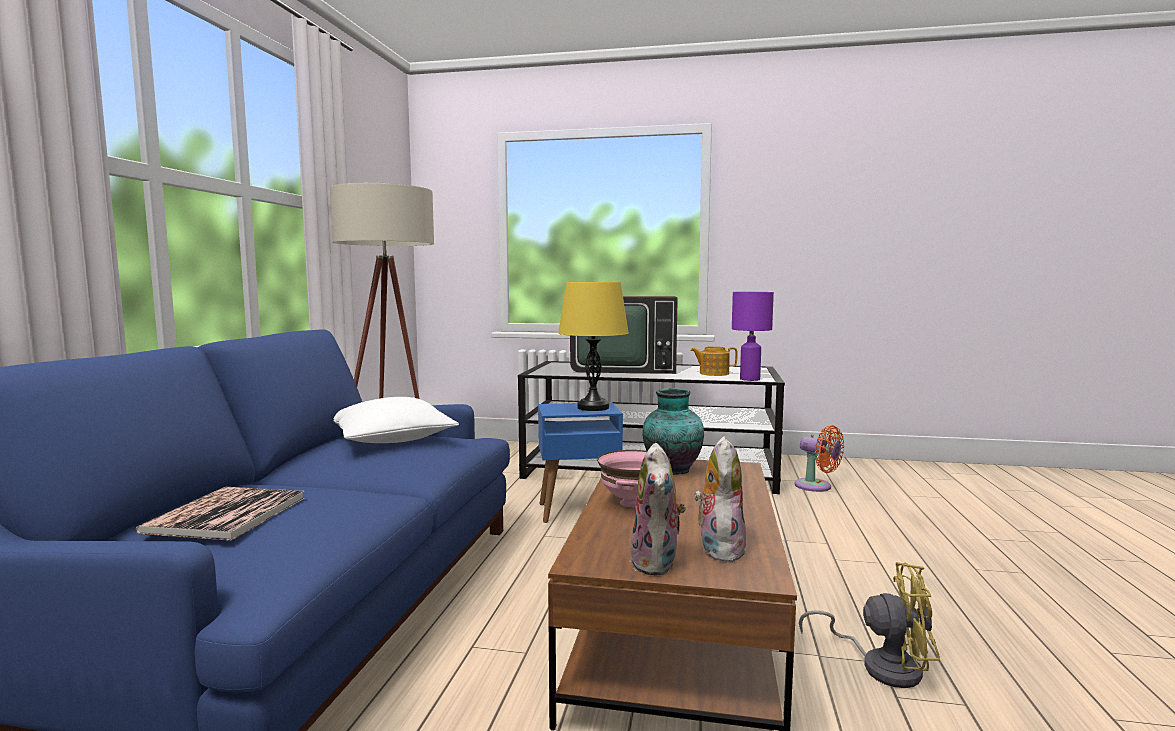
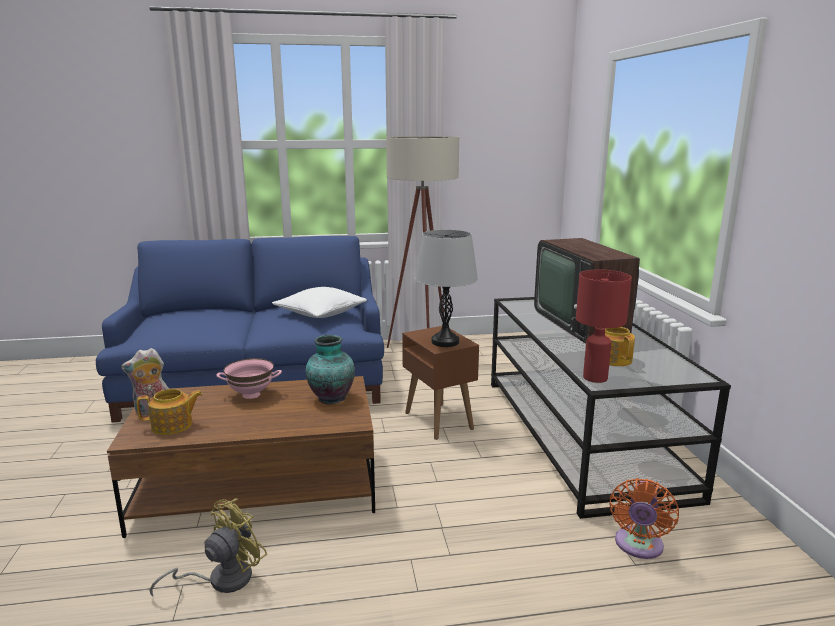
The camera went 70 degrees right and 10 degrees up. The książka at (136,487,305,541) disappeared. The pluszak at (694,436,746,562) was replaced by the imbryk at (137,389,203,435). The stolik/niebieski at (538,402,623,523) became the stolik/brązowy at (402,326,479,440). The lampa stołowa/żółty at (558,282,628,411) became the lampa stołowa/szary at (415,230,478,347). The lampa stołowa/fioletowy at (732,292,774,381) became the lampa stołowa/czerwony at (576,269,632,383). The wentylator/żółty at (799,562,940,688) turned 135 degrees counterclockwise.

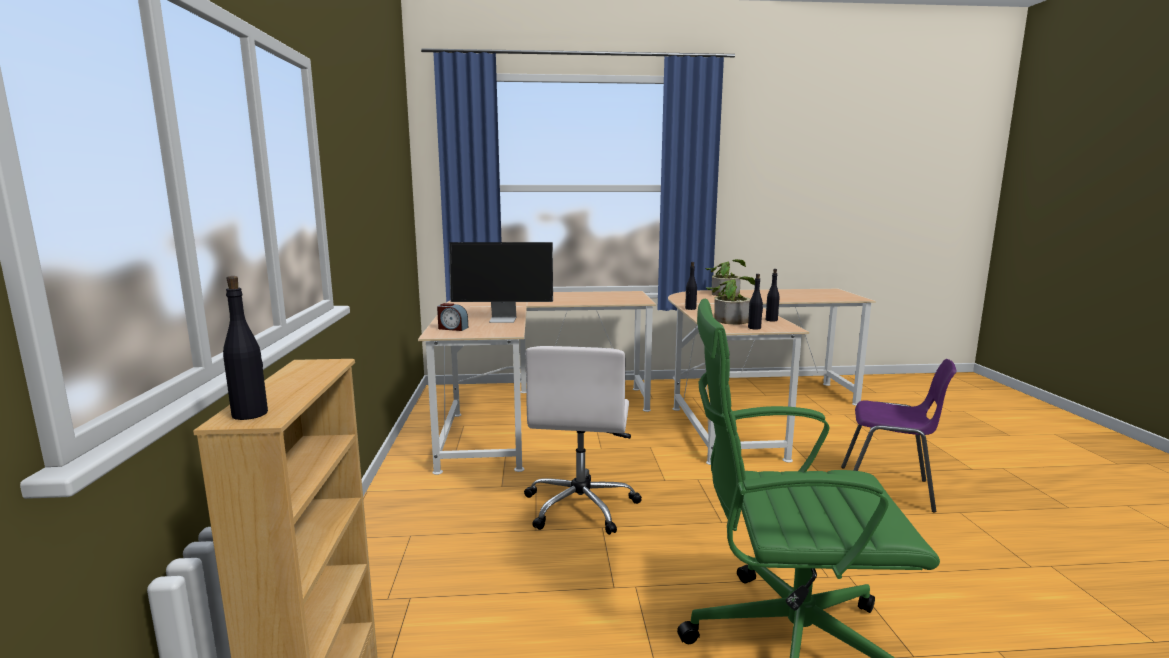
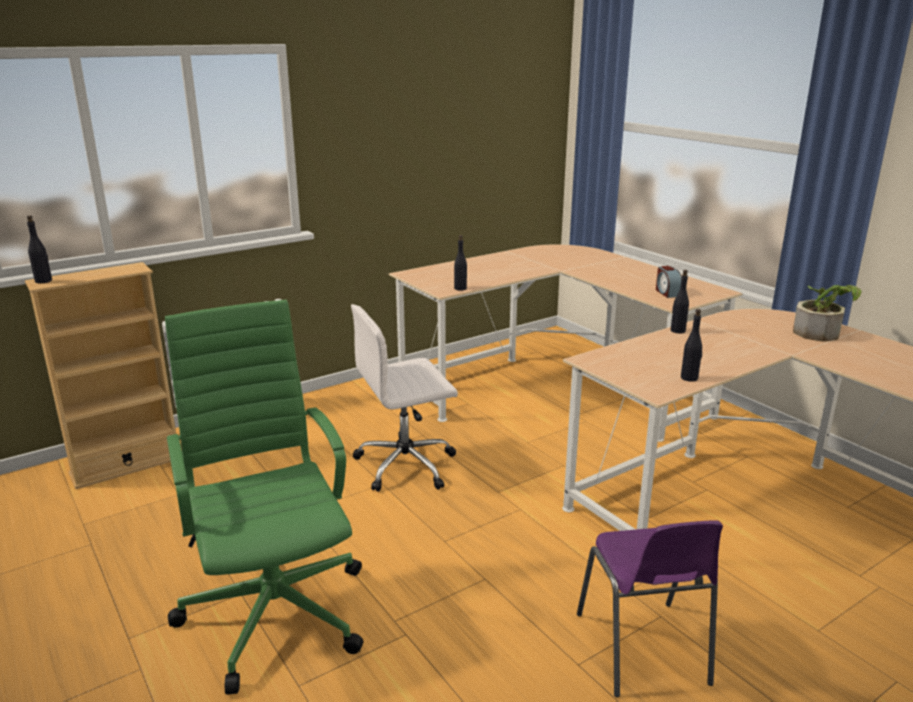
The camera went 60 degrees right and 10 degrees up. The monitor at (449,242,553,323) disappeared. The roślina doniczkowa at (706,276,755,325) disappeared. The budzik moved from (437,303,468,331) to (656,266,682,298). The butelka/czarny moved from (748,274,763,330) to (454,235,467,291).

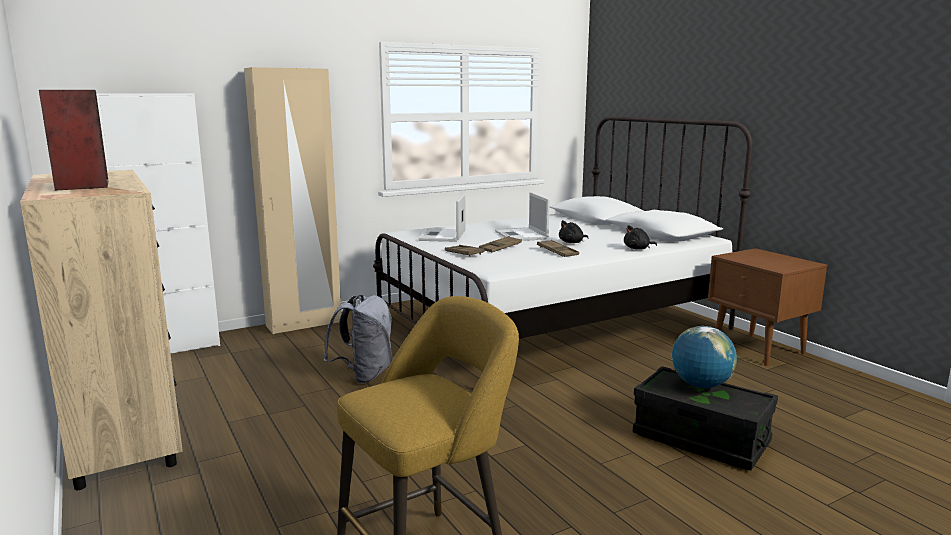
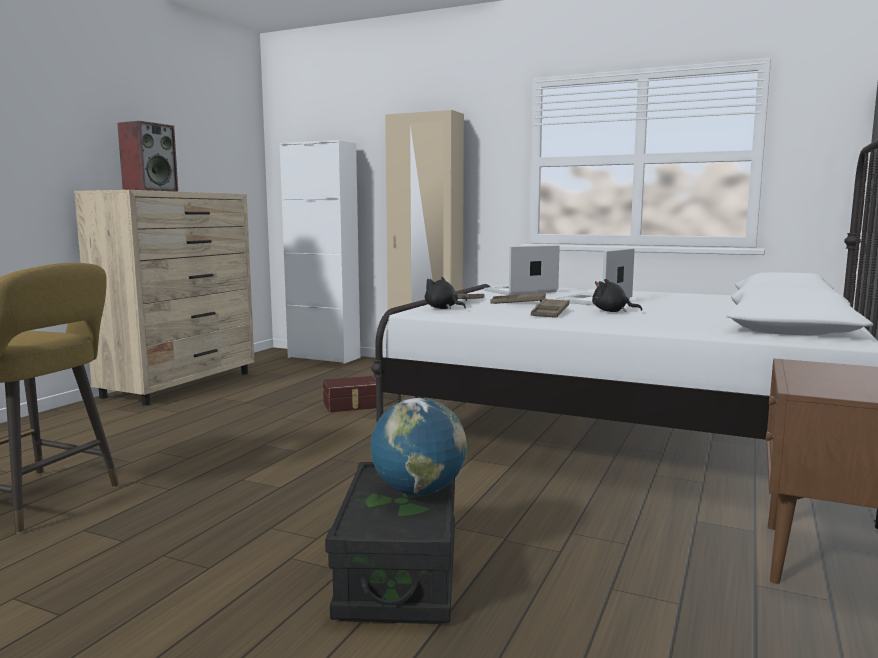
The camera went 55 degrees right and 5 degrees down. The pluszak/czarny moved from (624,225,657,250) to (425,277,466,309). The plecak/szary at (323,295,392,383) was replaced by the pojemnik do przechowywania/brązowy at (323,376,376,412).

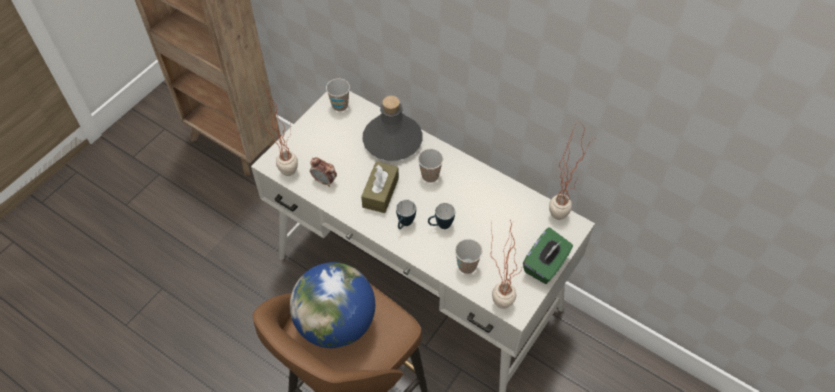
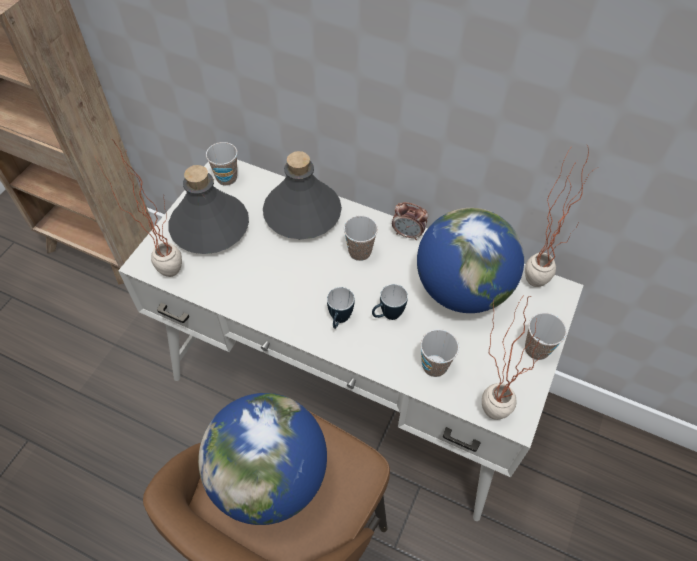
The camera went 10 degrees left and 0 degrees up. The pudełko chusteczek/brązowy at (361,162,399,213) disappeared. The butelka/szary at (169,165,249,254) appeared. The globus at (417,208,524,313) appeared. The budzik moved from (310,157,337,187) to (392,202,428,240). The pudełko chusteczek/zielony at (523,227,573,284) was replaced by the filiżanka at (525,313,567,360).

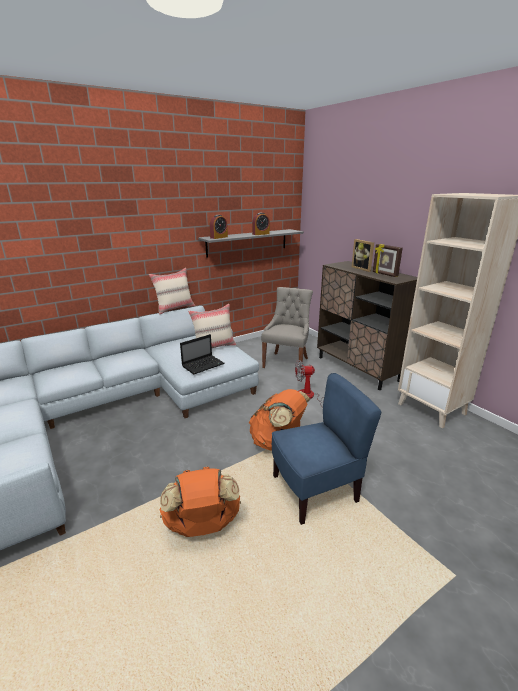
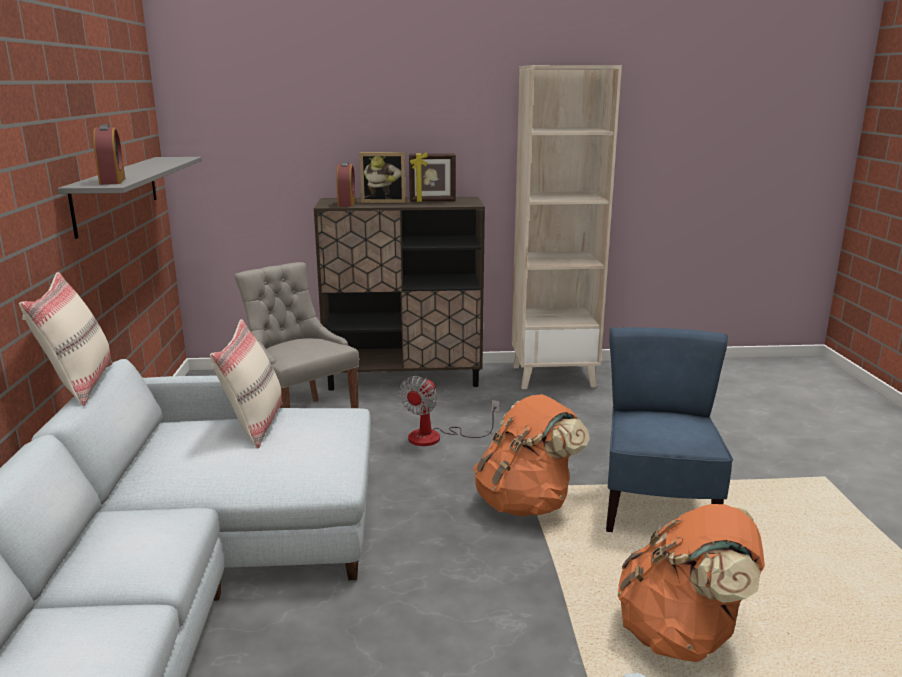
The camera went 60 degrees left and 5 degrees down. The laptop at (180,334,224,375) disappeared. The budzik moved from (252,212,270,235) to (336,162,356,207).

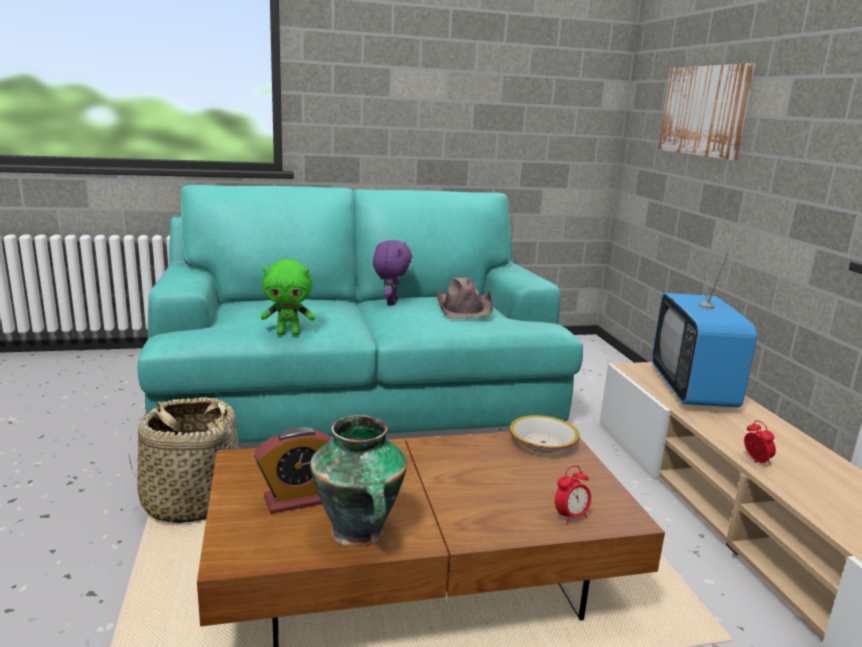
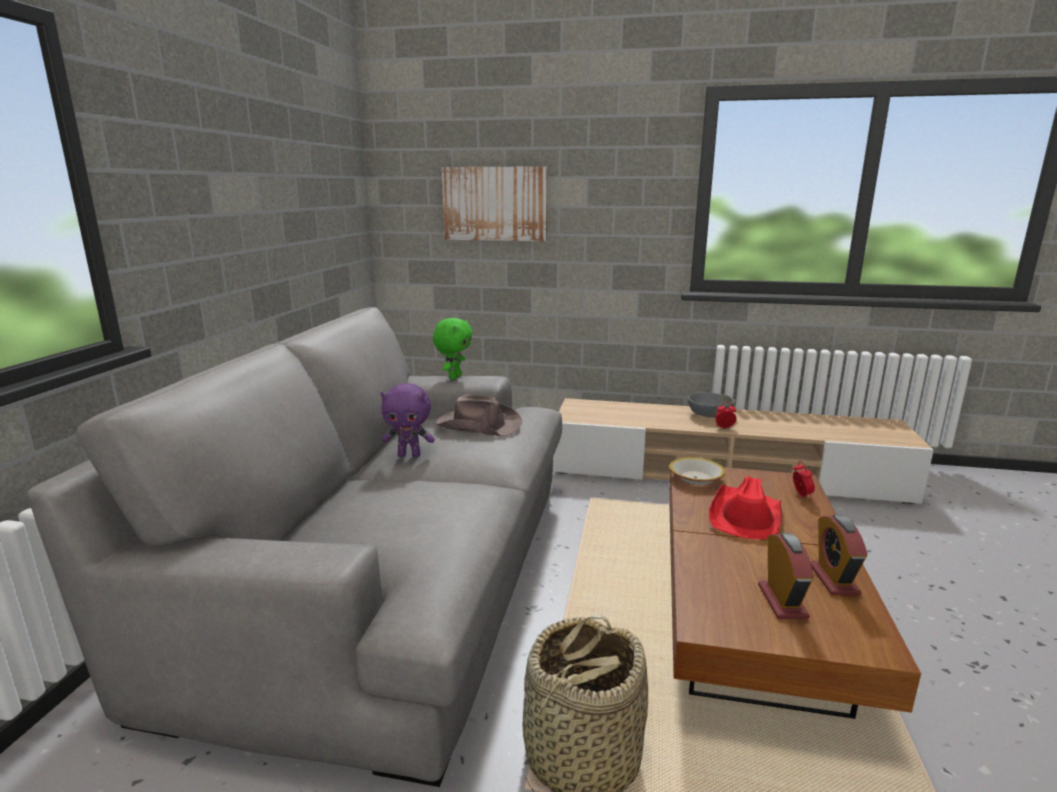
The camera went 65 degrees left and 0 degrees up. The telewizor at (652,243,757,407) disappeared. The miska/szary at (688,392,735,418) appeared. The kapelusz/czerwony at (709,476,782,539) appeared. The pluszak/zielony moved from (261,259,315,336) to (433,318,473,380). The wazon at (310,415,407,547) was replaced by the budzik at (810,514,867,595). The kanapa/turkusowy at (138,185,583,443) became the kanapa/szary at (27,307,562,787). The pluszak/fioletowy at (373,240,412,305) turned 150 degrees clockwise.

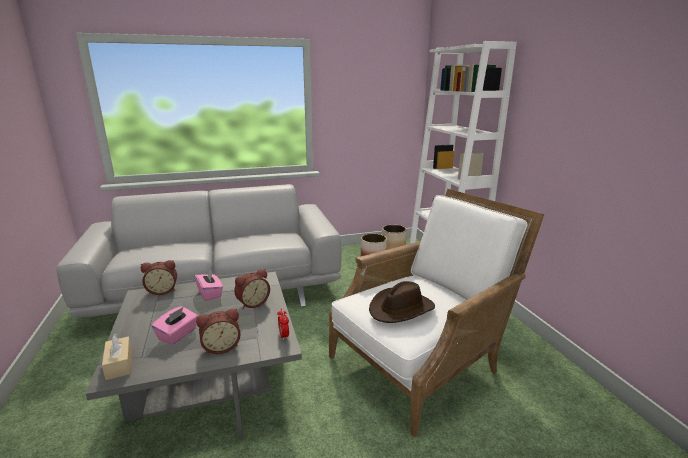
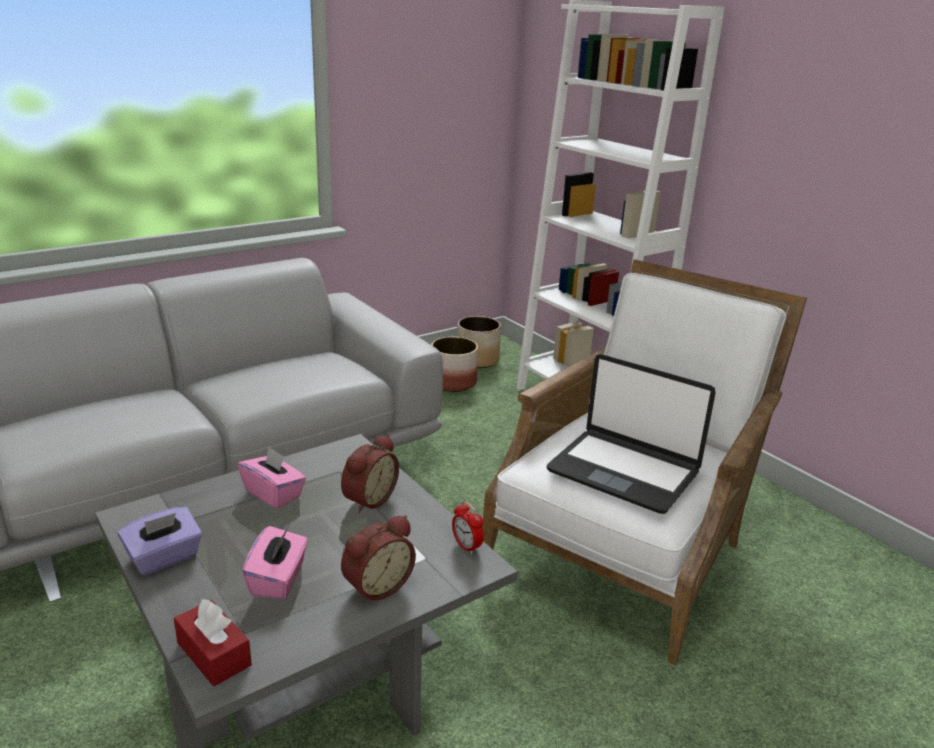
The camera went 20 degrees left and 5 degrees up. The budzik at (141,260,177,295) disappeared. The pudełko chusteczek/fioletowy at (118,507,202,575) appeared. The kapelusz/brązowy at (369,281,435,323) was replaced by the laptop at (547,354,715,514). The pudełko chusteczek/beżowy at (102,334,132,380) became the pudełko chusteczek/czerwony at (174,599,252,686).

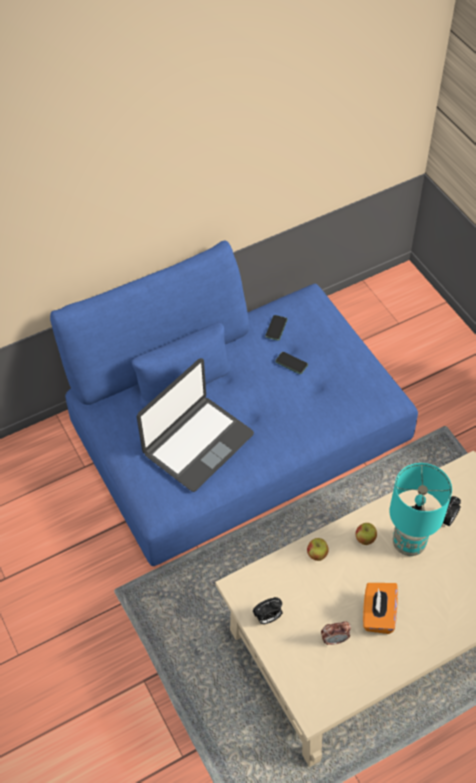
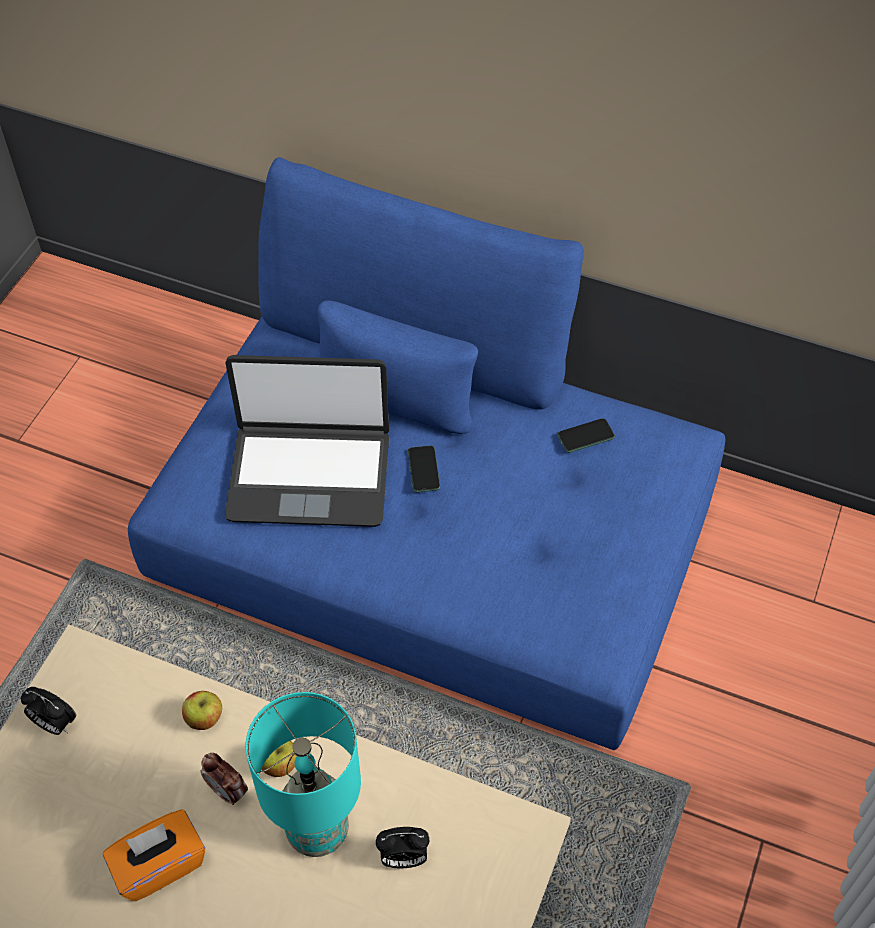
The camera went 50 degrees right and 0 degrees up. The telefon moved from (275,352,308,374) to (408,445,440,492). The budzik moved from (321,621,351,645) to (201,753,248,805).

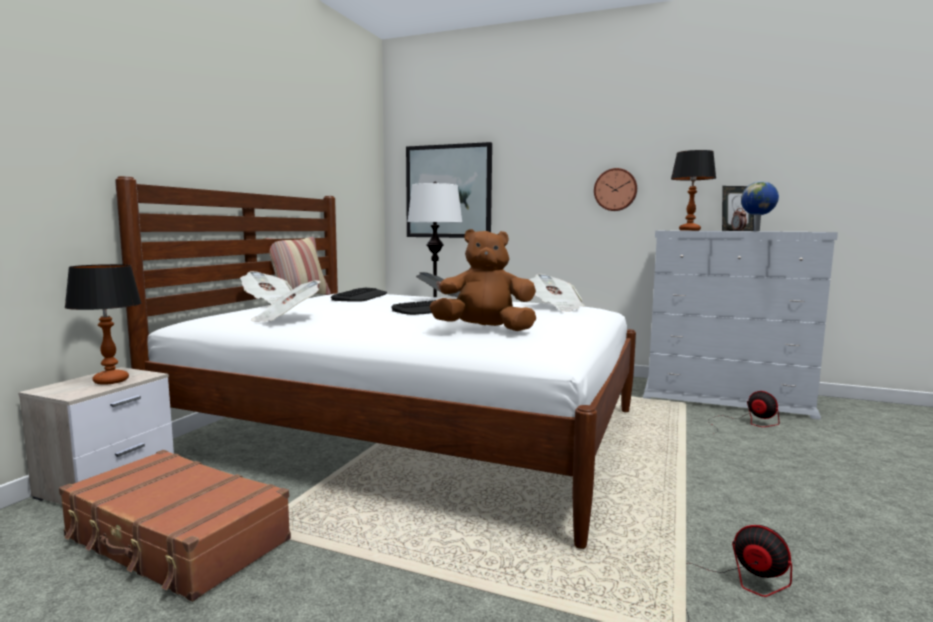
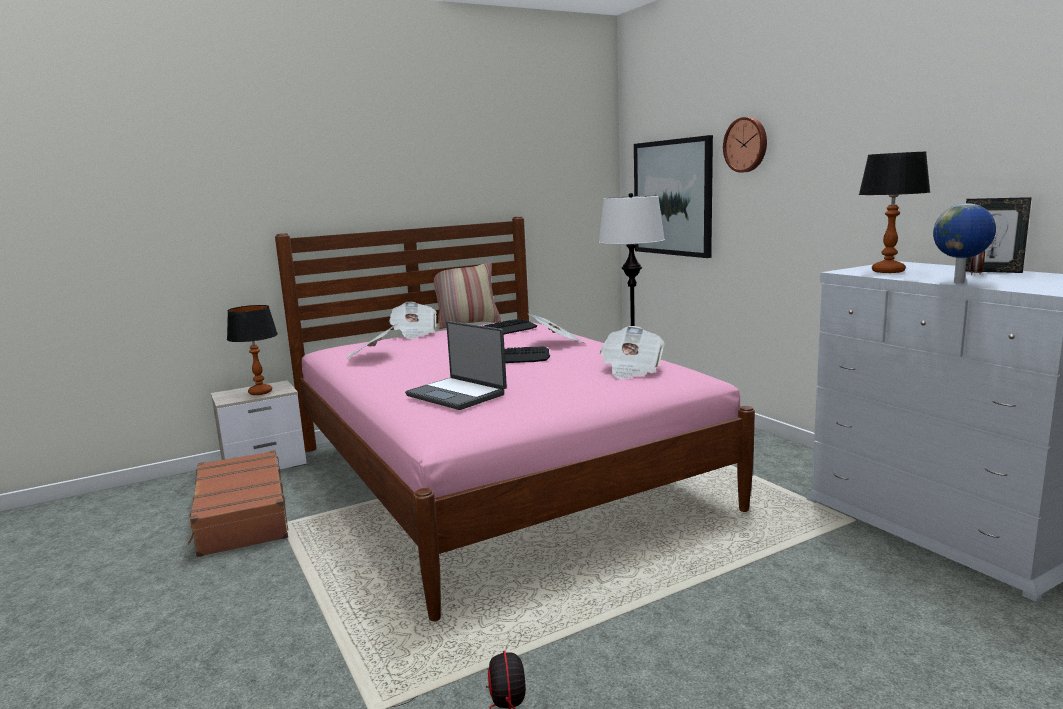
The camera went 40 degrees right and 5 degrees up. The wentylator at (708,391,780,434) disappeared. The zegar ścienny moved from (594,168,637,211) to (723,117,767,173). The pluszak/brązowy at (429,229,536,331) was replaced by the laptop at (405,321,507,410). The łóżko/biały at (115,176,636,549) became the łóżko/różowy at (275,216,755,621).

